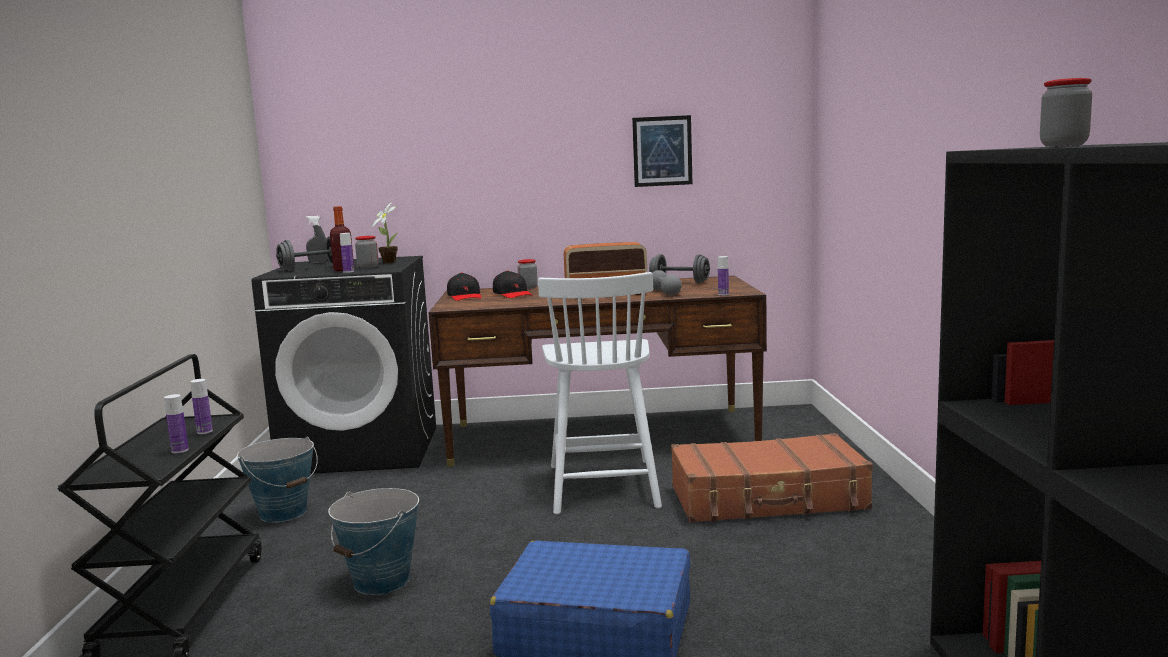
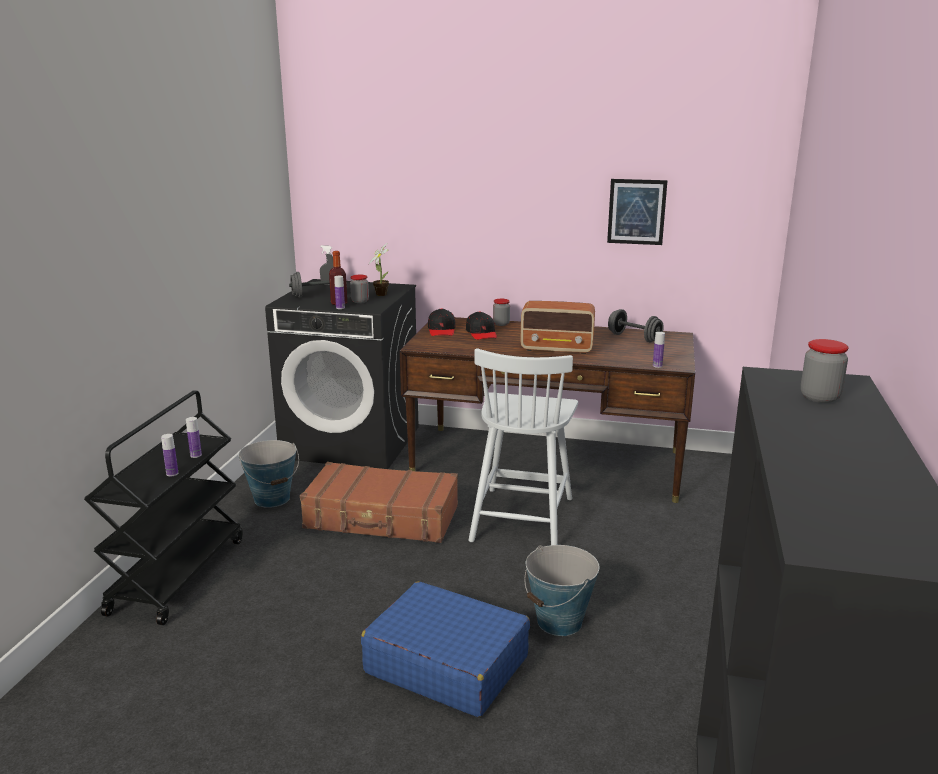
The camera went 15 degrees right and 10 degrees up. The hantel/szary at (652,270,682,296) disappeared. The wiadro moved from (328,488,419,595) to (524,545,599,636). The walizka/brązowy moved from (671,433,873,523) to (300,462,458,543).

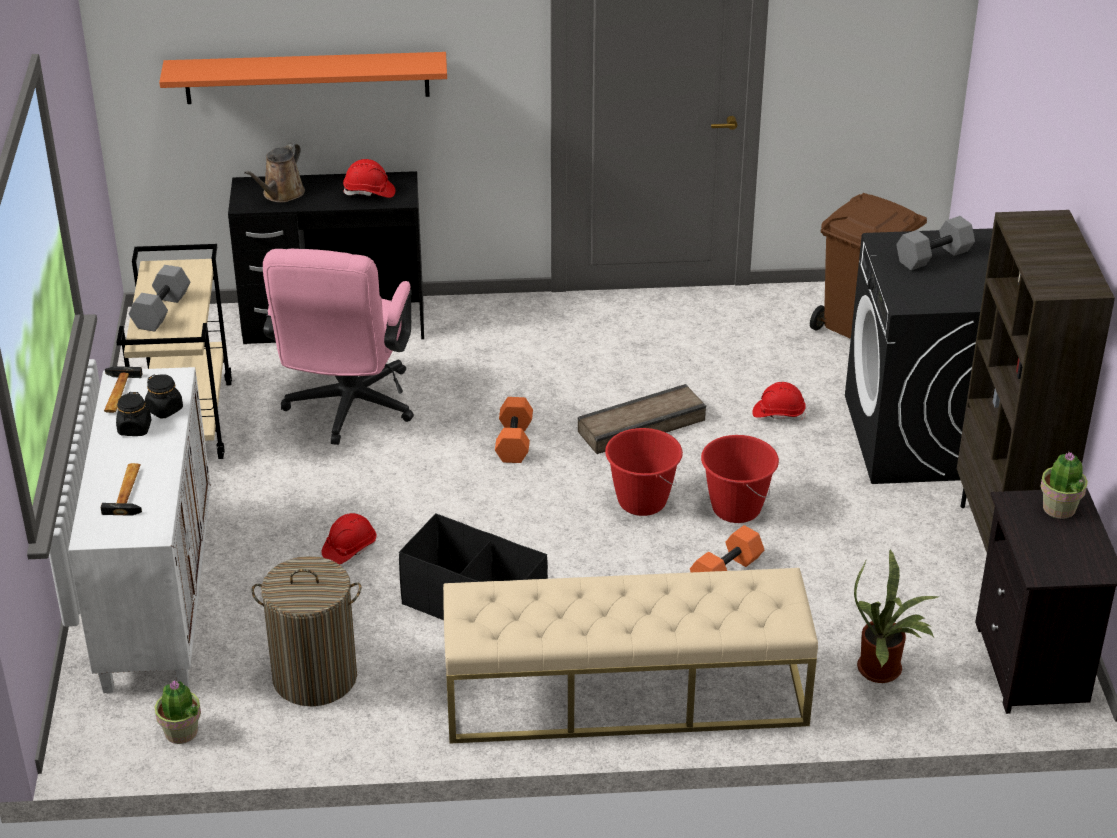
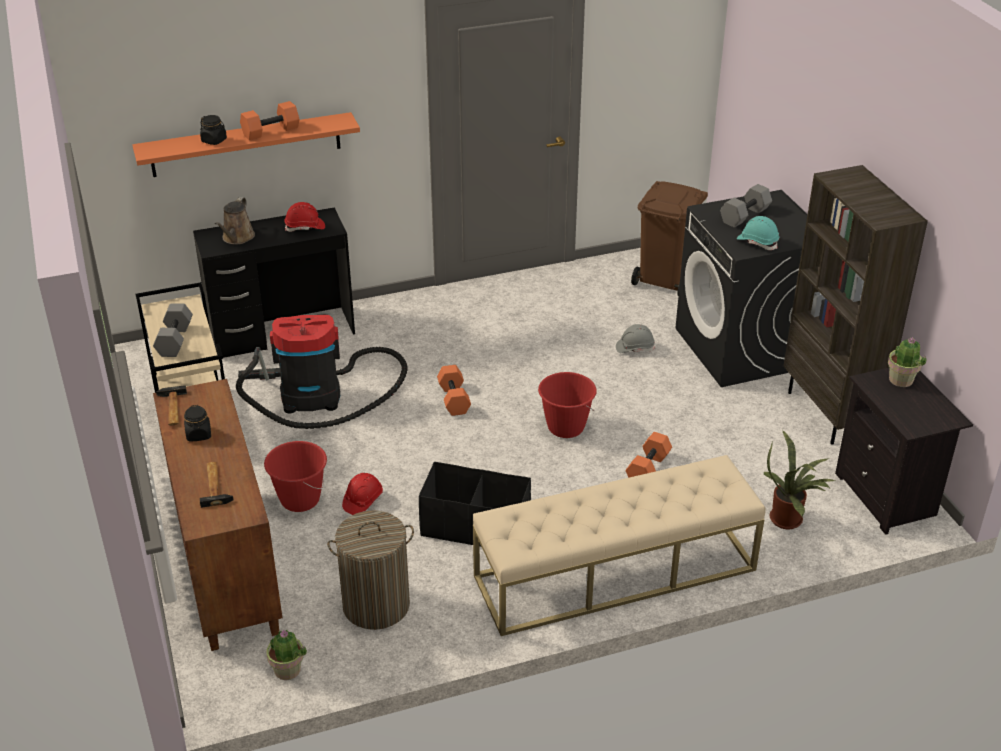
The camera went 15 degrees left and 0 degrees up. The skrzynka at (578,384,706,454) disappeared. The hantel/pomarańczowy at (240,101,299,140) appeared. The kask/turkusowy at (737,216,780,250) appeared. The słoik/czarny moved from (145,374,183,418) to (200,115,227,145). The wiadro/czerwony moved from (701,435,779,523) to (264,441,327,512). The krzesło biurowe/różowy at (263,249,414,445) was replaced by the odkurzacz at (236,315,407,429). The szafka/biały at (68,367,211,693) became the szafka/brązowy at (153,379,282,651). The kask/czerwony at (752,382,806,421) became the kask/szary at (616,324,655,353).

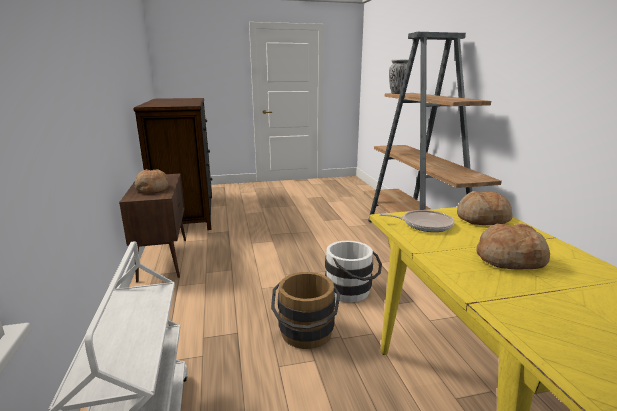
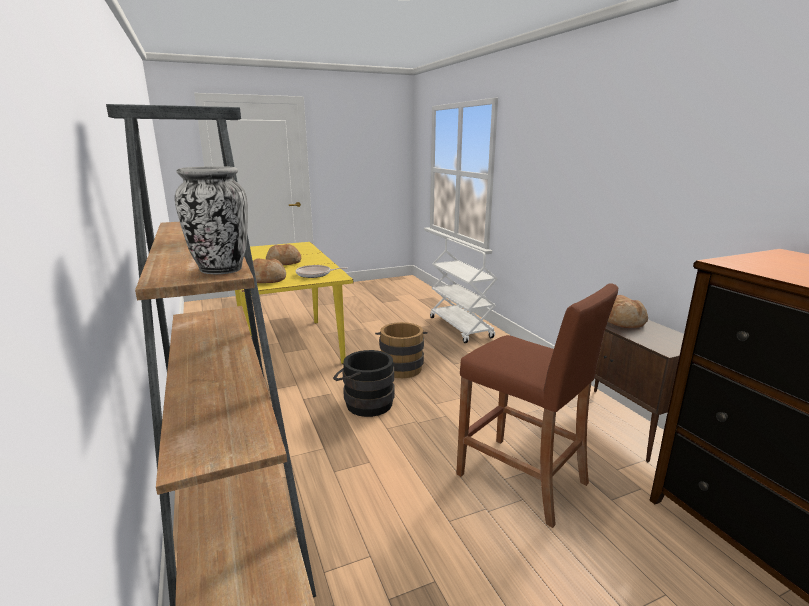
The camera went 170 degrees right and 0 degrees up. The stołek/brązowy at (456,283,618,528) appeared. The wiadro/biały at (325,241,382,303) became the wiadro/czarny at (333,350,394,417).

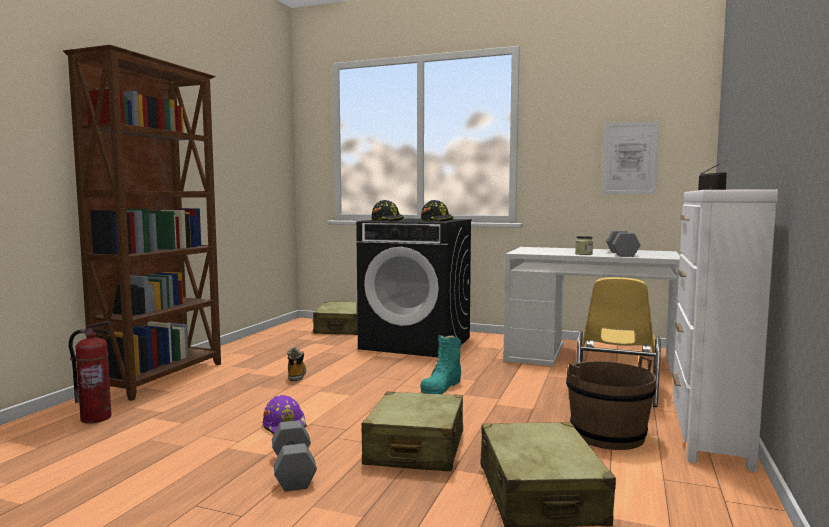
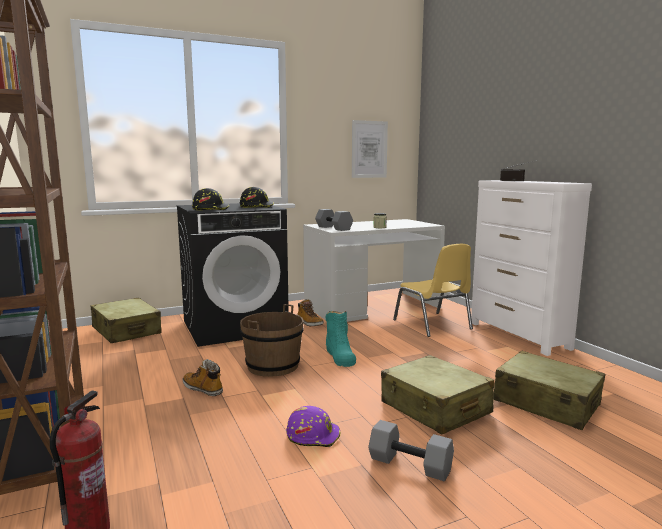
The camera went 45 degrees left and 5 degrees up. The but z cholewką at (297,299,324,327) appeared. The wiadro/brązowy moved from (566,356,657,450) to (240,304,304,377). The hantel/szary moved from (606,230,640,257) to (315,209,353,231).

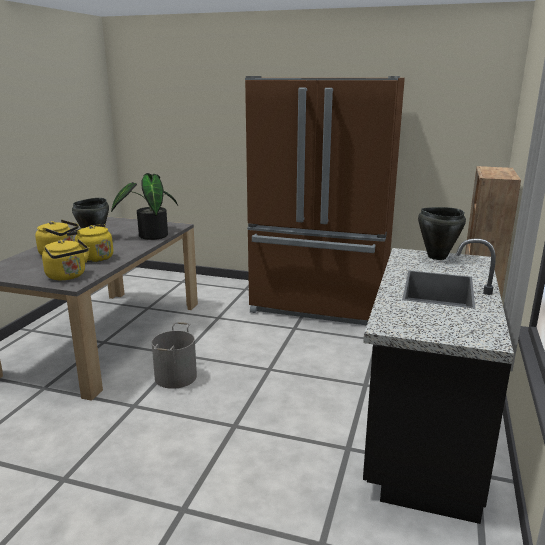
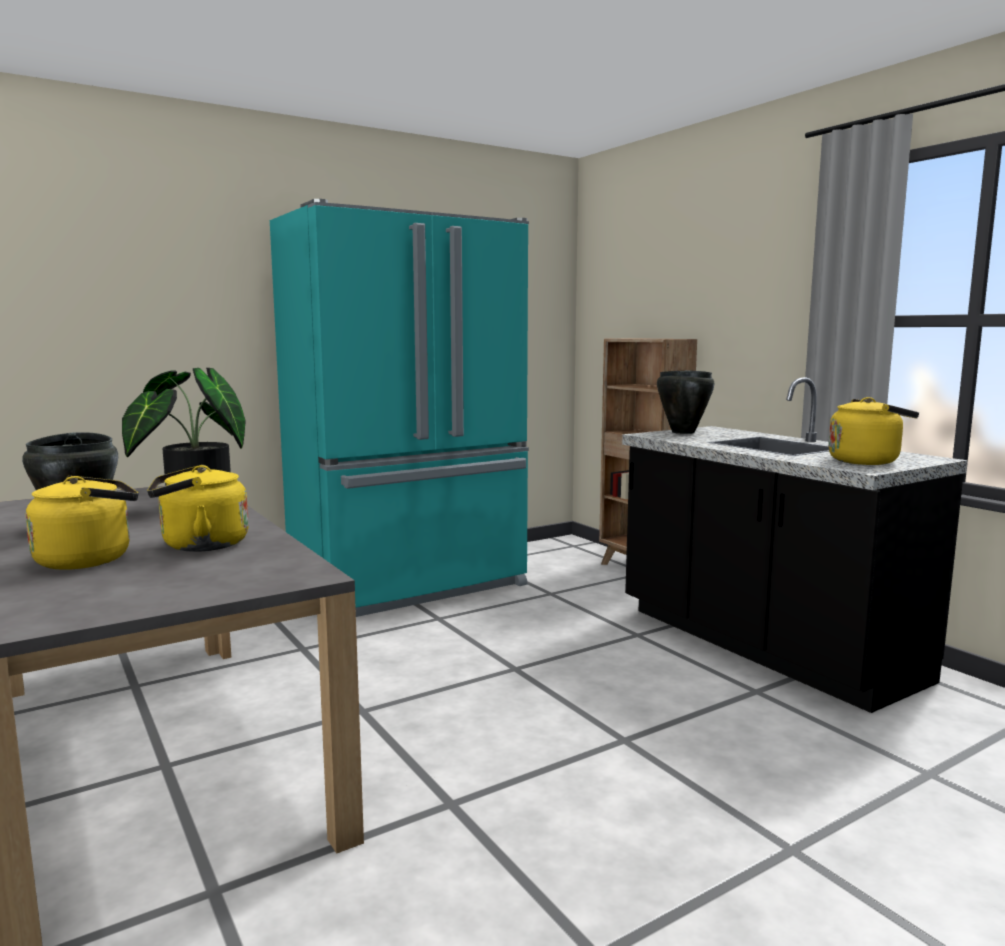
The camera went 50 degrees left and 10 degrees down. The wiadro/szary at (152,322,197,389) disappeared. The czajnik/żółty moved from (42,239,90,280) to (828,397,919,465). The lodówka/brązowy at (245,76,405,325) became the lodówka/turkusowy at (270,199,529,617).

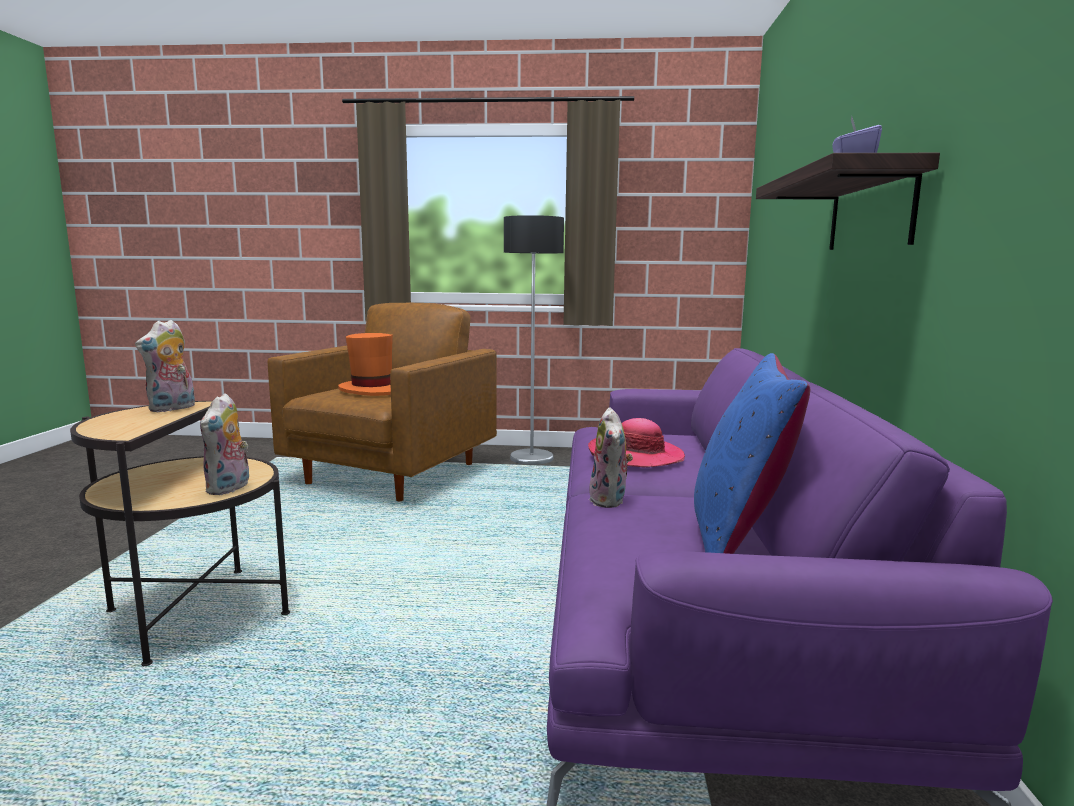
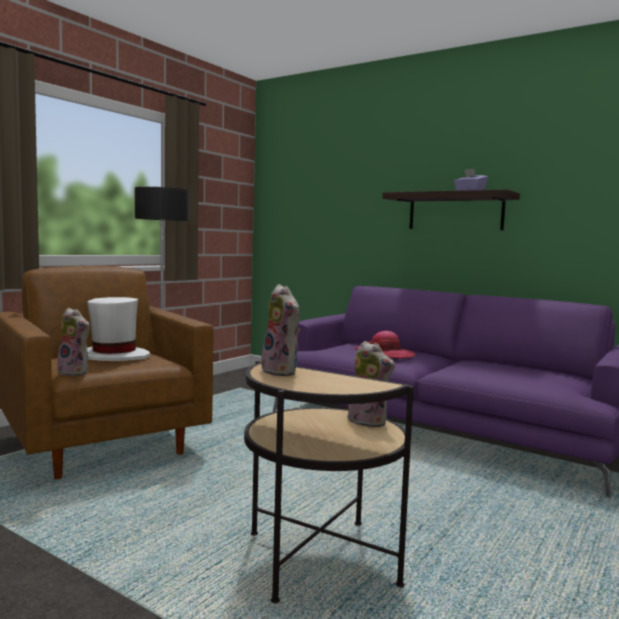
The camera went 60 degrees left and 5 degrees down. The poduszka/niebieski at (694,353,810,554) disappeared. The pluszak moved from (589,407,633,508) to (57,308,90,376). The kapelusz/pomarańczowy at (338,333,393,396) became the kapelusz/biały at (87,297,150,361).

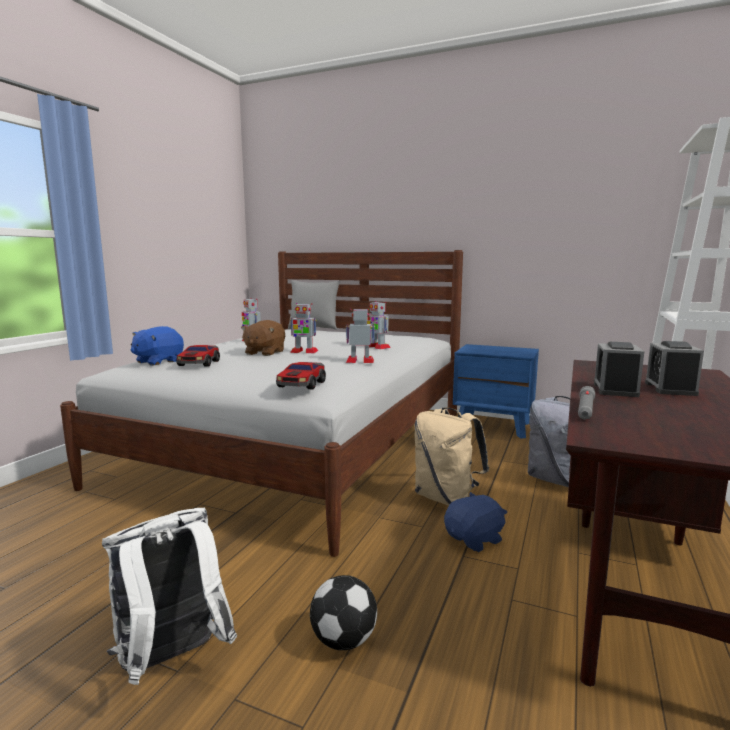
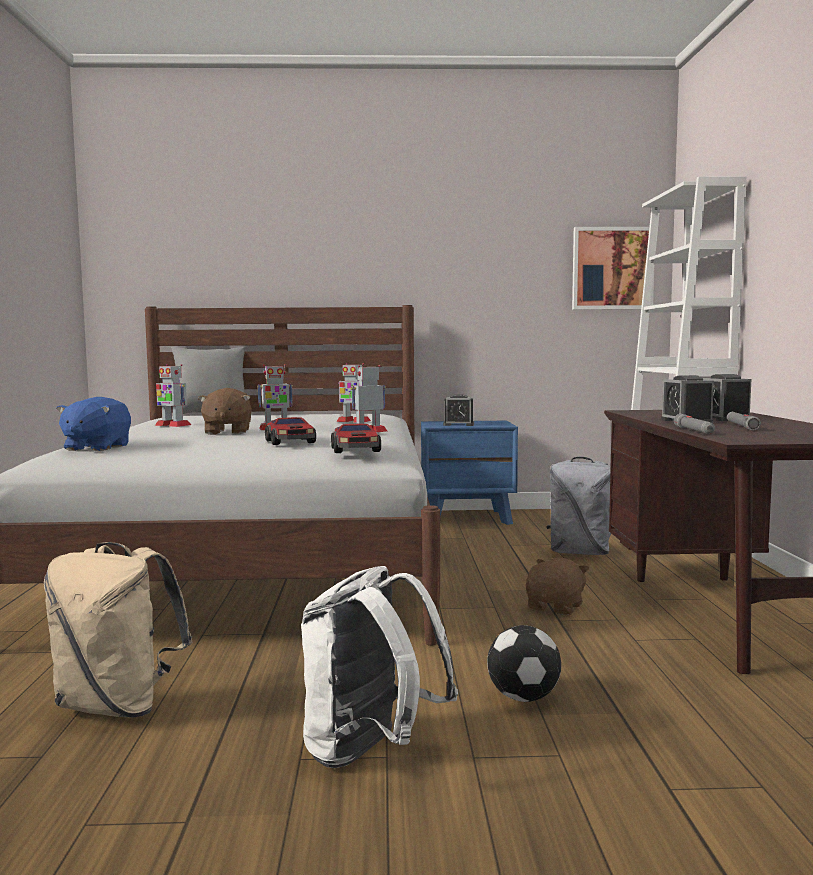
The camera went 25 degrees left and 5 degrees down. The budzik at (443,394,474,426) appeared. The obraz at (572,227,654,310) appeared. The latarka/szary at (727,412,761,431) appeared. The samochodzik moved from (176,345,220,367) to (265,417,316,445). The plecak/beżowy moved from (415,407,489,506) to (44,542,192,718). The pluszak/niebieski at (444,492,507,552) became the pluszak/brązowy at (526,558,589,615).

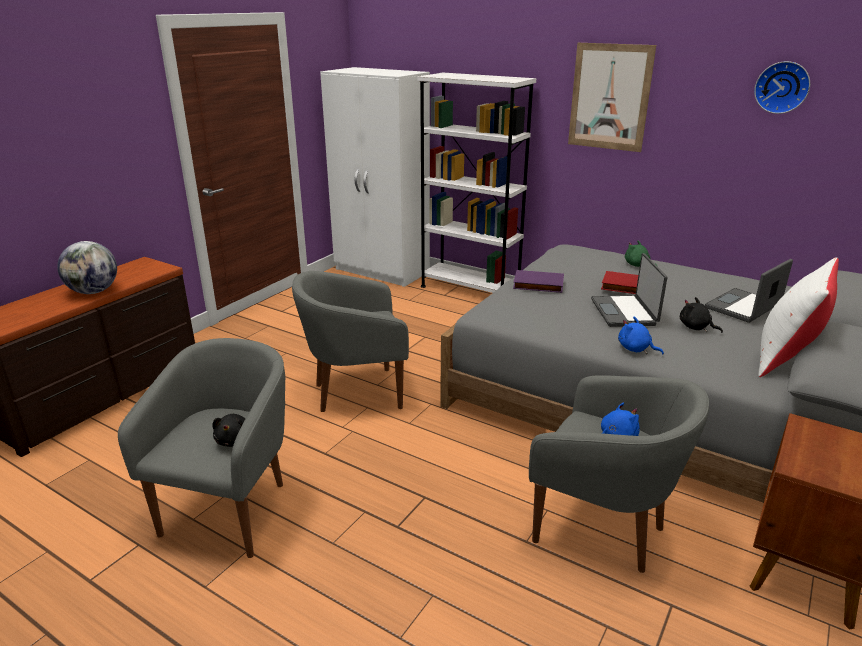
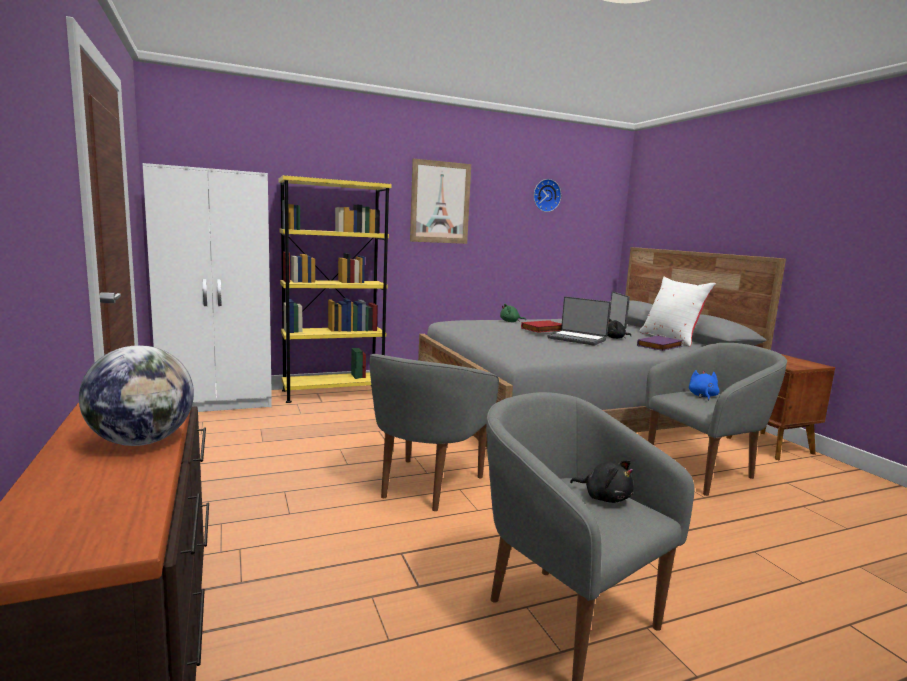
The camera went 55 degrees left and 15 degrees down. The pluszak/niebieski at (618,317,664,355) disappeared. The książka/fioletowy moved from (513,270,564,293) to (637,336,683,351). The regał/biały at (417,72,536,293) became the regał/żółty at (278,175,392,403).

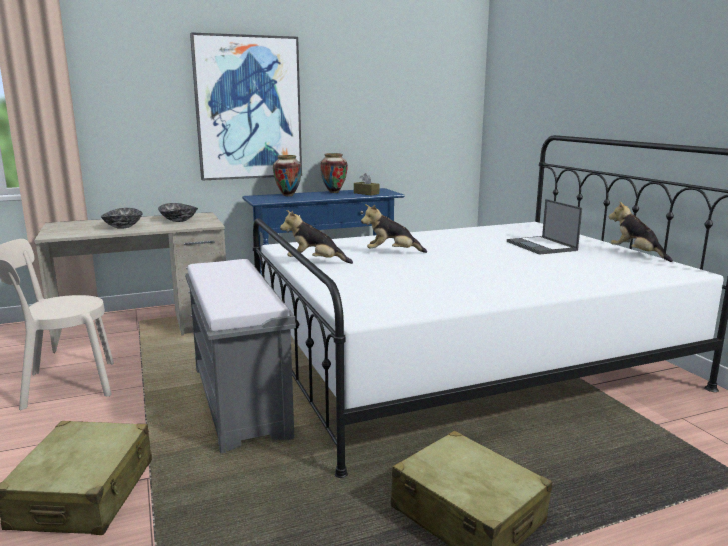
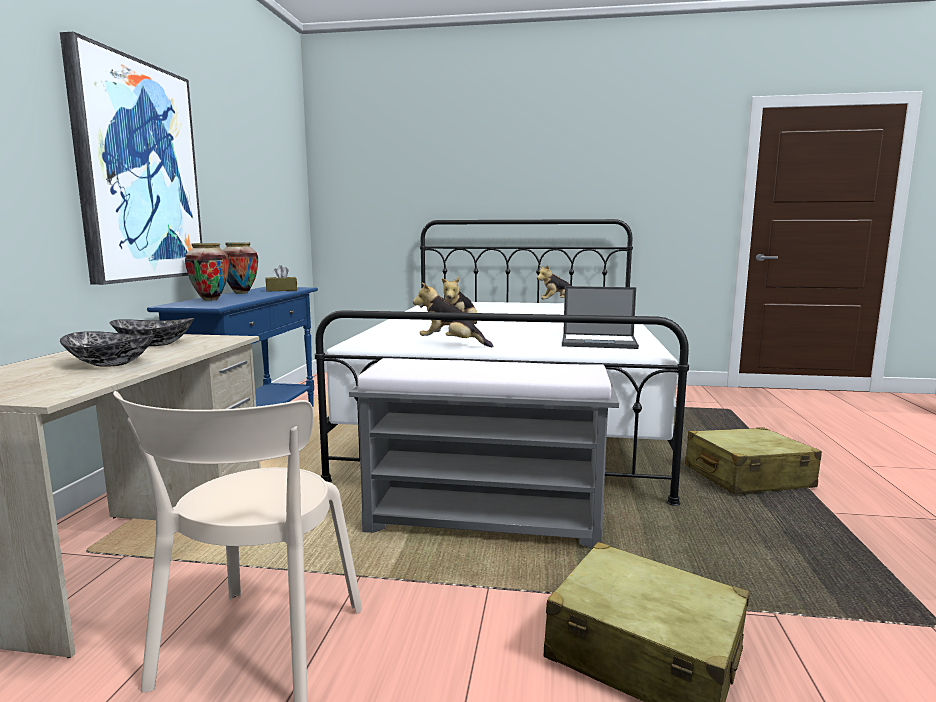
The camera went 60 degrees left and 5 degrees down. The laptop moved from (507,199,582,255) to (562,286,639,349). The pluszak at (280,210,353,264) turned 75 degrees clockwise.

